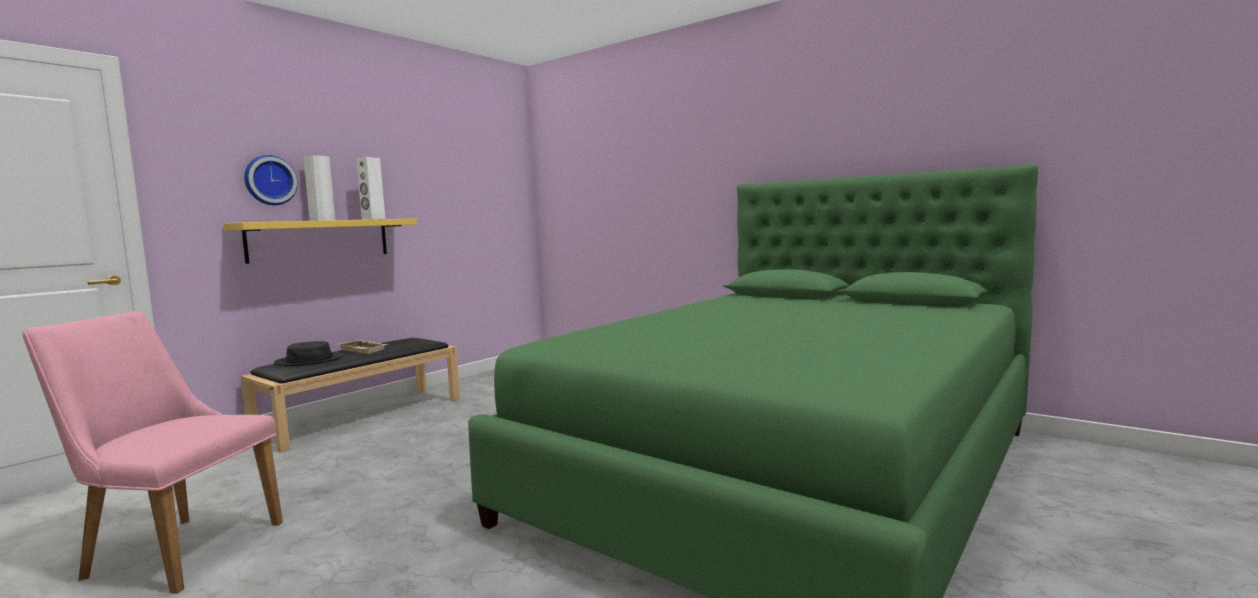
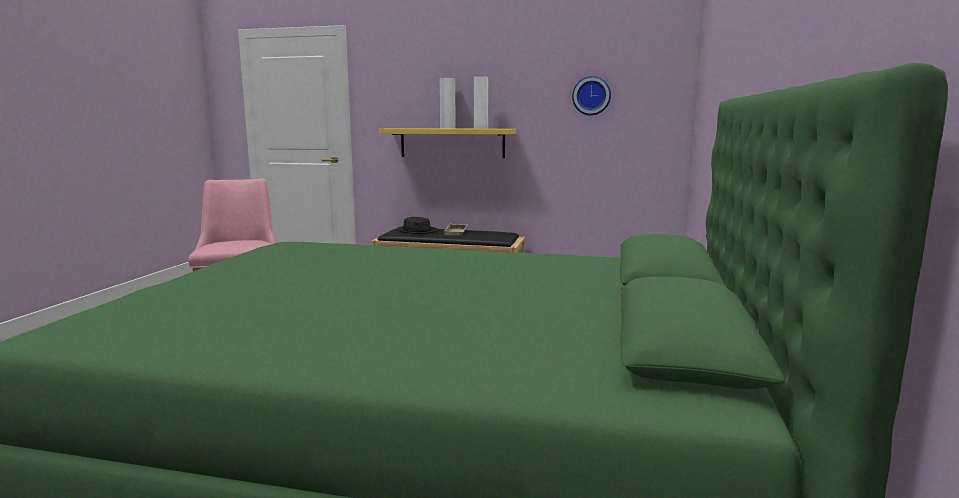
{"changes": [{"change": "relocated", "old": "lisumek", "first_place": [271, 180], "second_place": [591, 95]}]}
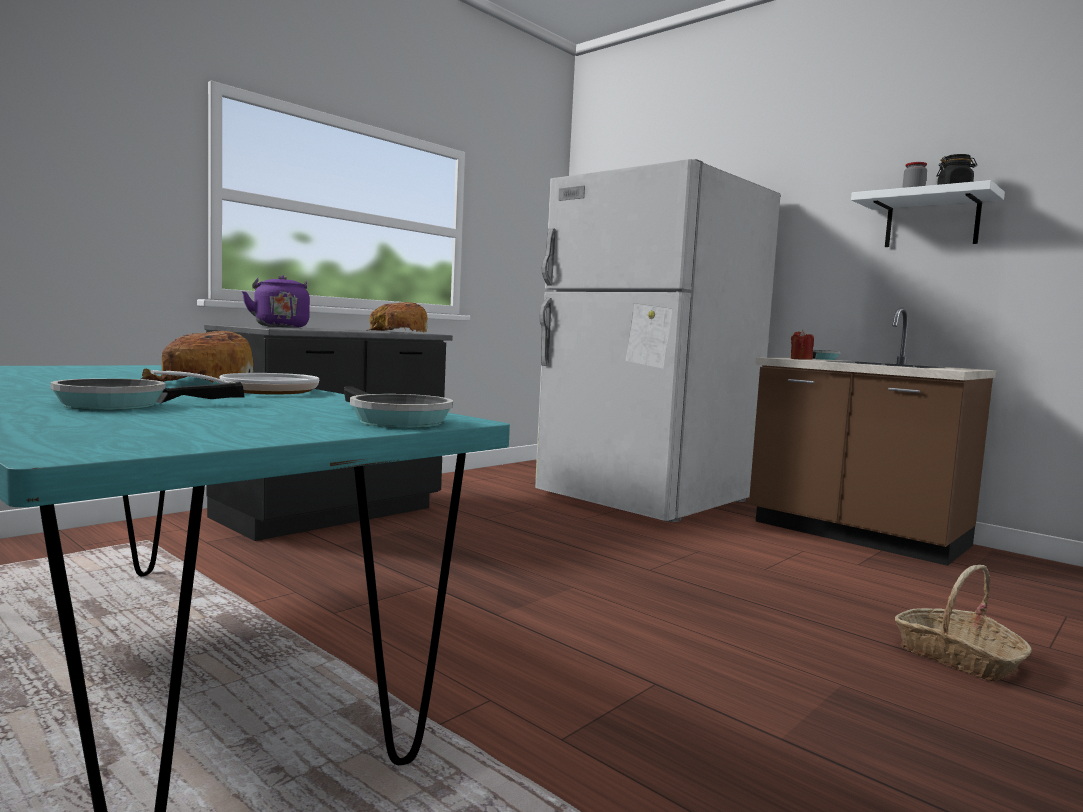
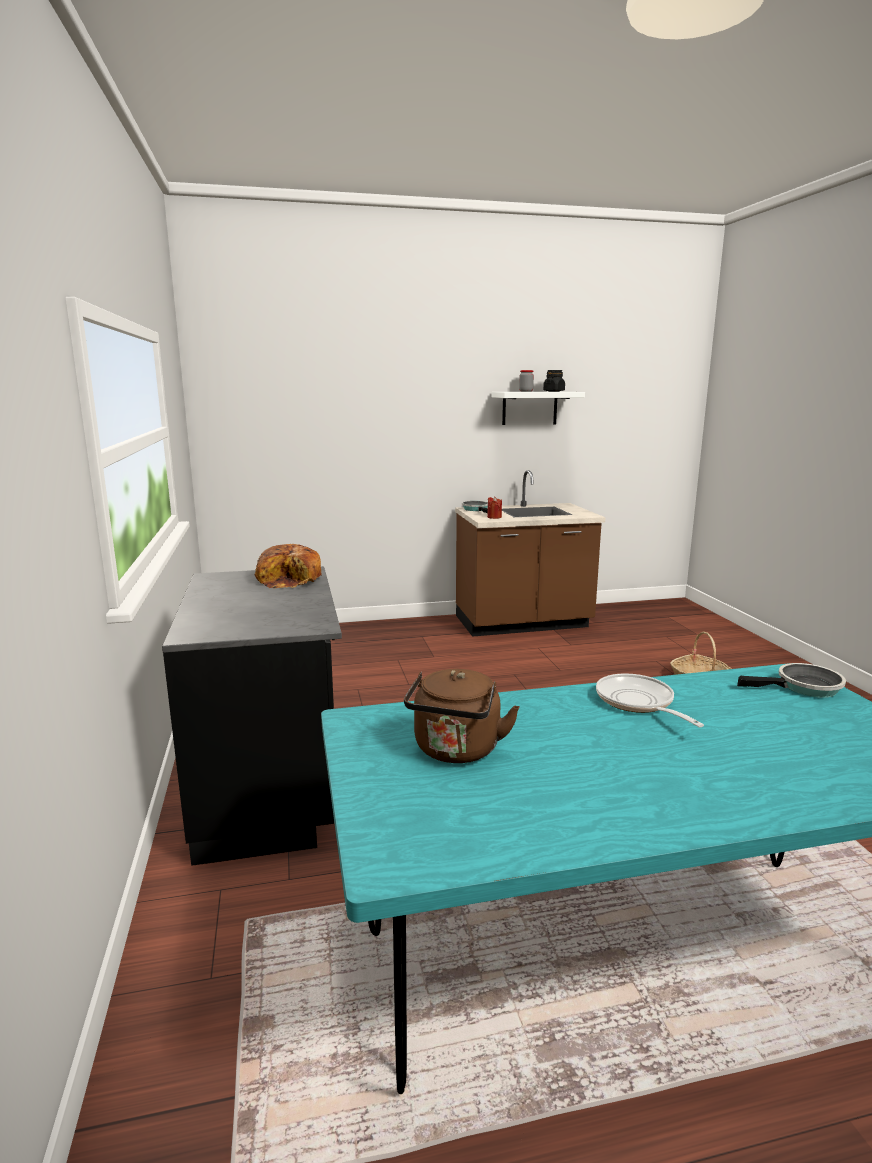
{"changes": [{"change": "appeared", "new": "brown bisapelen", "second_place": [462, 716]}, {"change": "missing", "old": "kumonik", "first_place": [148, 394]}, {"change": "missing", "old": "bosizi", "first_place": [197, 357]}, {"change": "missing", "old": "purple bisapelen", "first_place": [276, 301]}, {"change": "missing", "old": "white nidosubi", "first_place": [658, 340]}]}
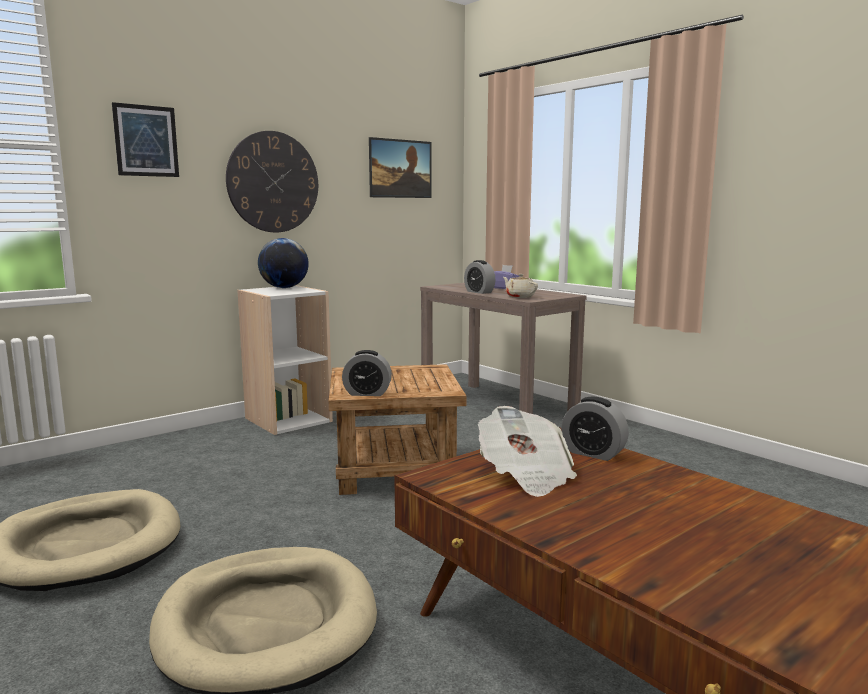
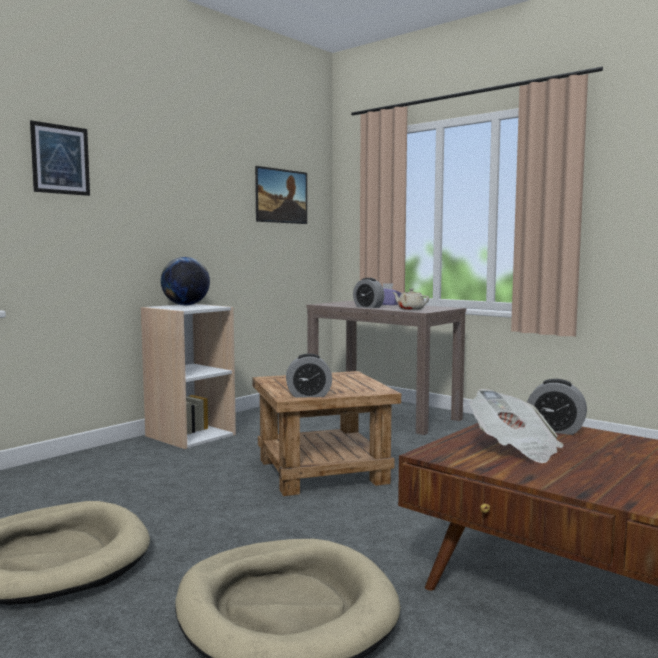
{"changes": [{"change": "missing", "old": "lisumek", "first_place": [272, 181]}]}
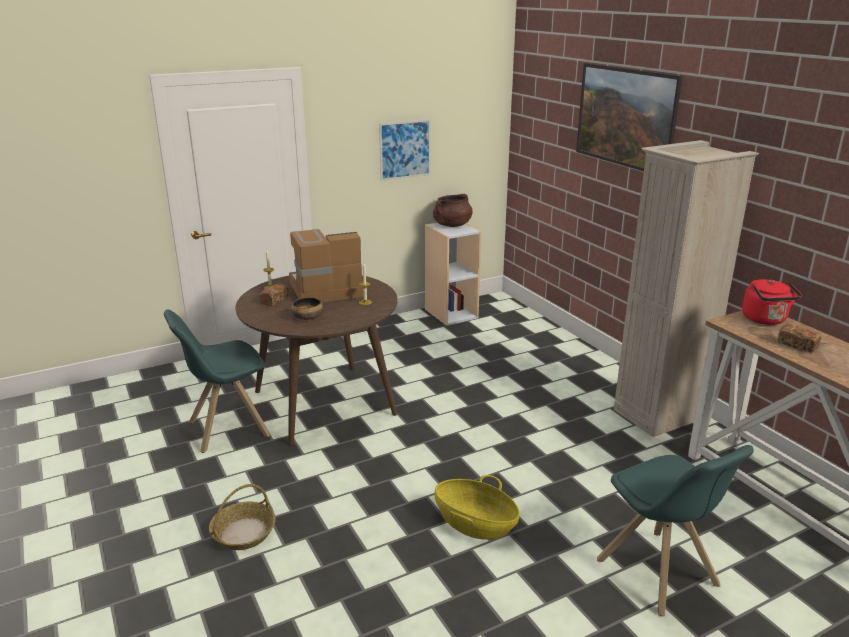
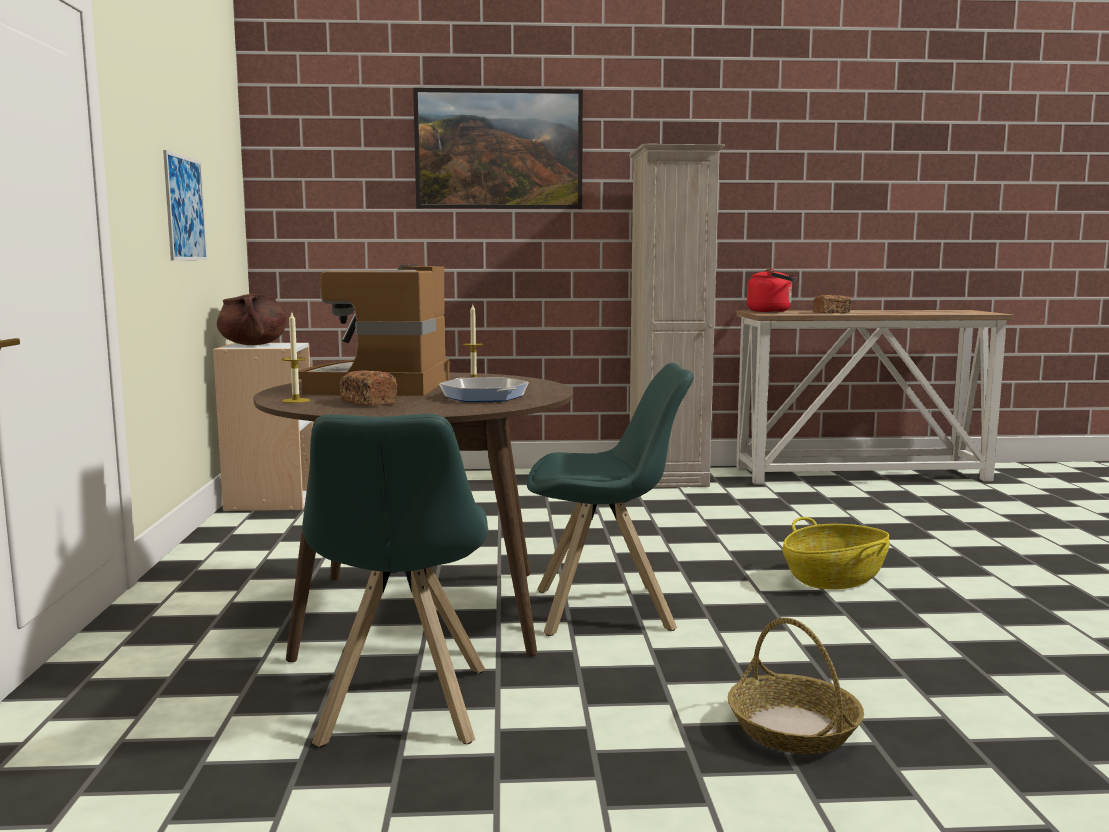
{"changes": [{"change": "exchanged", "old": "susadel", "new": "kumonik", "first_place": [307, 308], "second_place": [484, 389]}, {"change": "relocated", "old": "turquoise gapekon", "first_place": [675, 530], "second_place": [610, 499]}]}
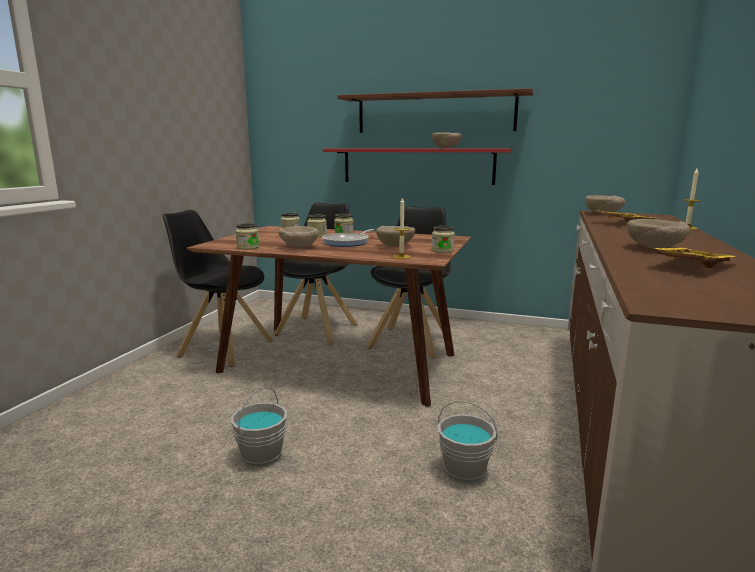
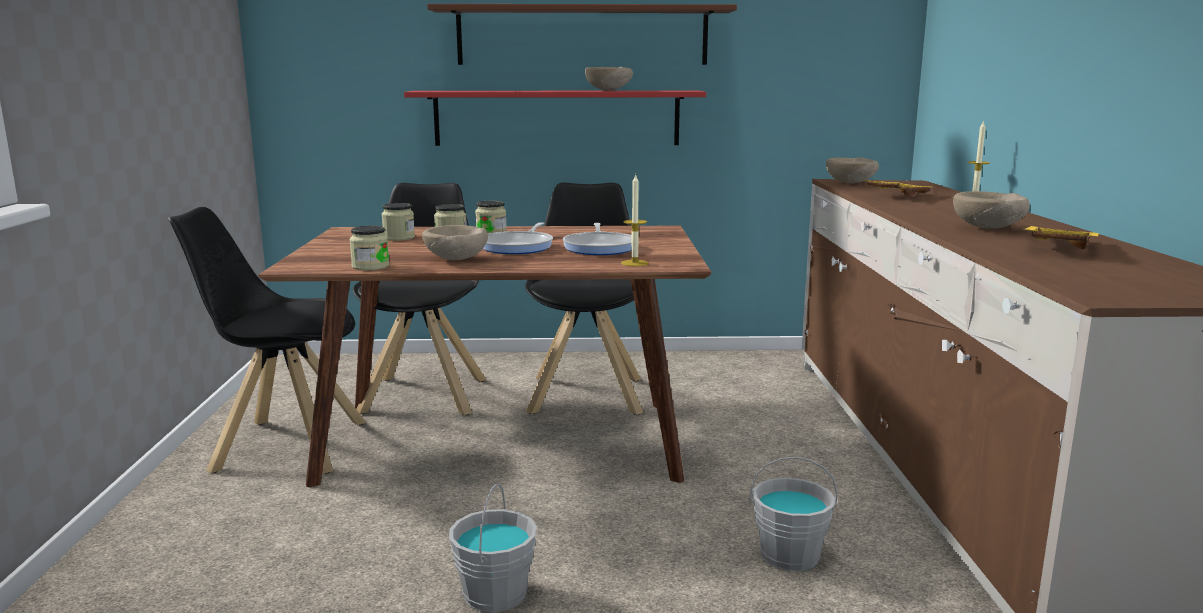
{"changes": [{"change": "exchanged", "old": "beige susadel", "new": "kumonik", "first_place": [395, 236], "second_place": [597, 239]}, {"change": "missing", "old": "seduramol", "first_place": [443, 239]}]}
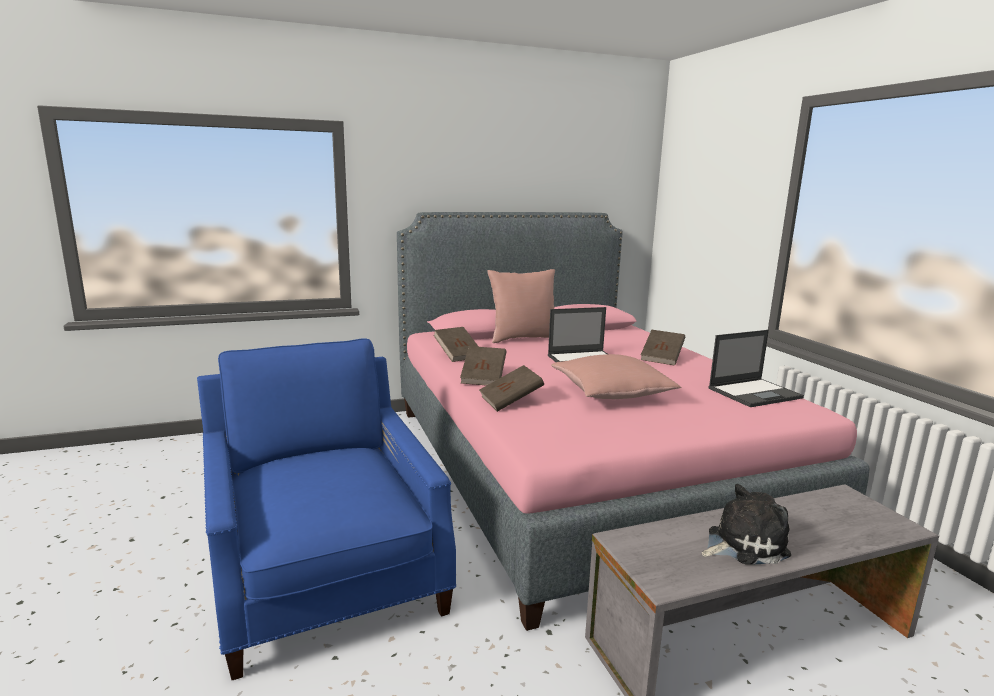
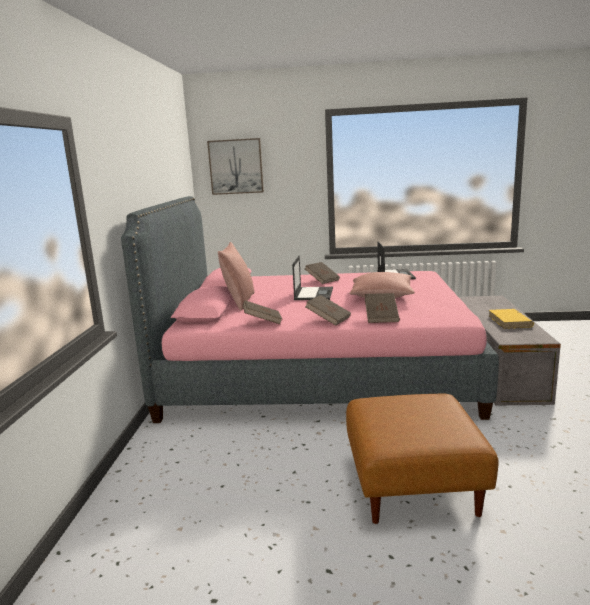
{"changes": [{"change": "appeared", "new": "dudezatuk", "second_place": [235, 166]}, {"change": "exchanged", "old": "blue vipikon", "new": "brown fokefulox", "first_place": [326, 509], "second_place": [422, 459]}, {"change": "exchanged", "old": "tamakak", "new": "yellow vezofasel", "first_place": [746, 524], "second_place": [511, 319]}]}
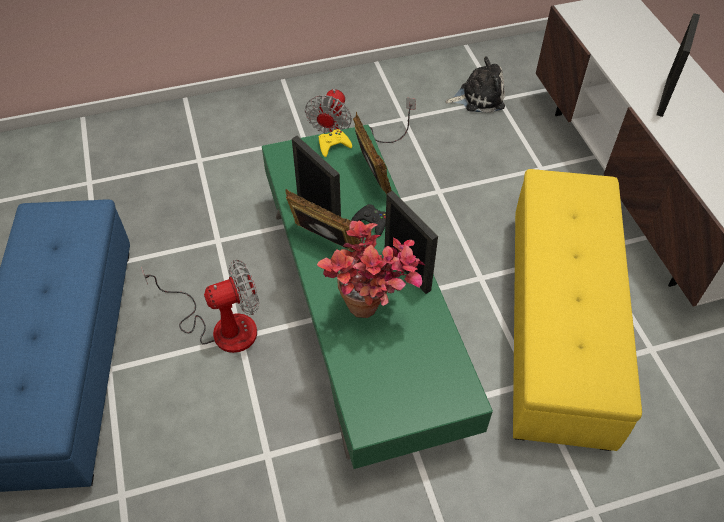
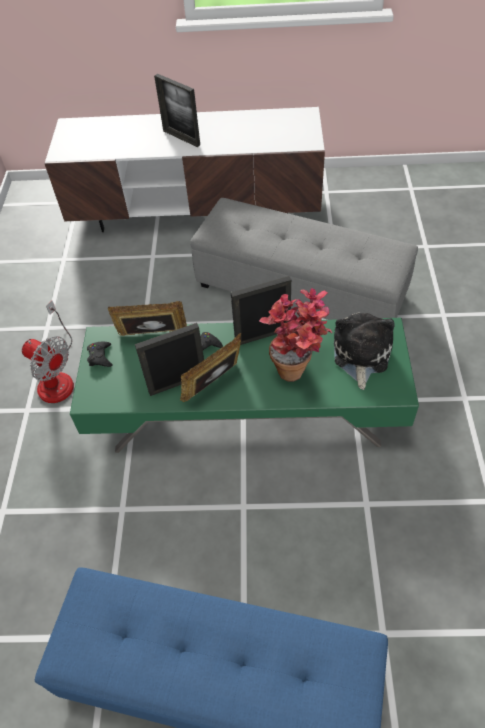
{"changes": [{"change": "colour", "old": "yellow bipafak", "new": "black bipafak", "first_place": [335, 143], "second_place": [100, 354]}, {"change": "colour", "old": "yellow fokefulox", "new": "grey fokefulox", "first_place": [577, 310], "second_place": [304, 259]}, {"change": "relocated", "old": "tamakak", "first_place": [475, 84], "second_place": [364, 351]}, {"change": "missing", "old": "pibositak", "first_place": [200, 306]}]}
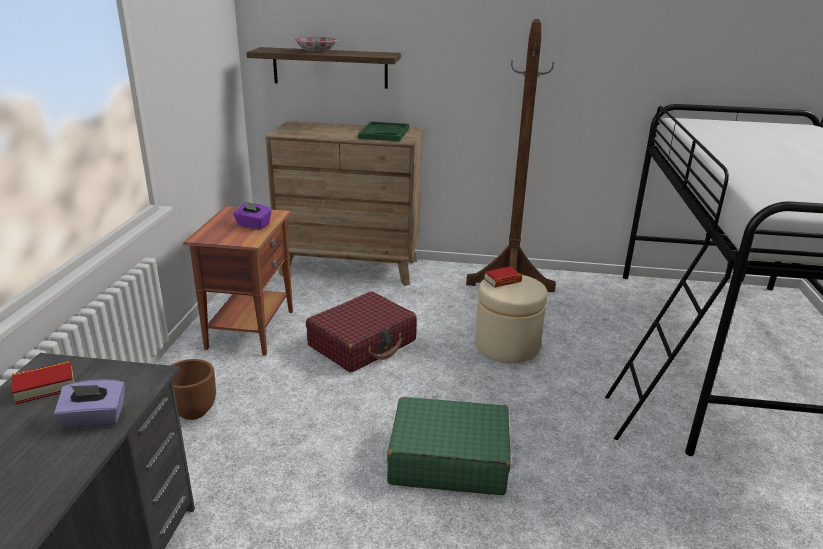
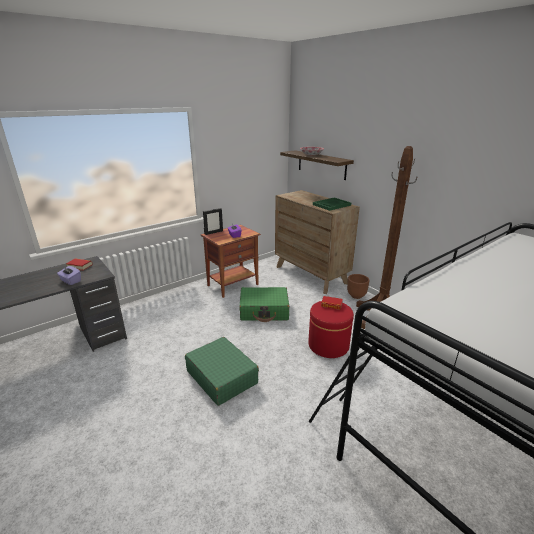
{"changes": [{"change": "appeared", "new": "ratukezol", "second_place": [213, 221]}, {"change": "colour", "old": "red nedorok", "new": "green nedorok", "first_place": [361, 332], "second_place": [264, 304]}, {"change": "colour", "old": "beige fokefulox", "new": "red fokefulox", "first_place": [511, 319], "second_place": [331, 329]}, {"change": "relocated", "old": "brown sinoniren", "first_place": [193, 389], "second_place": [358, 286]}]}
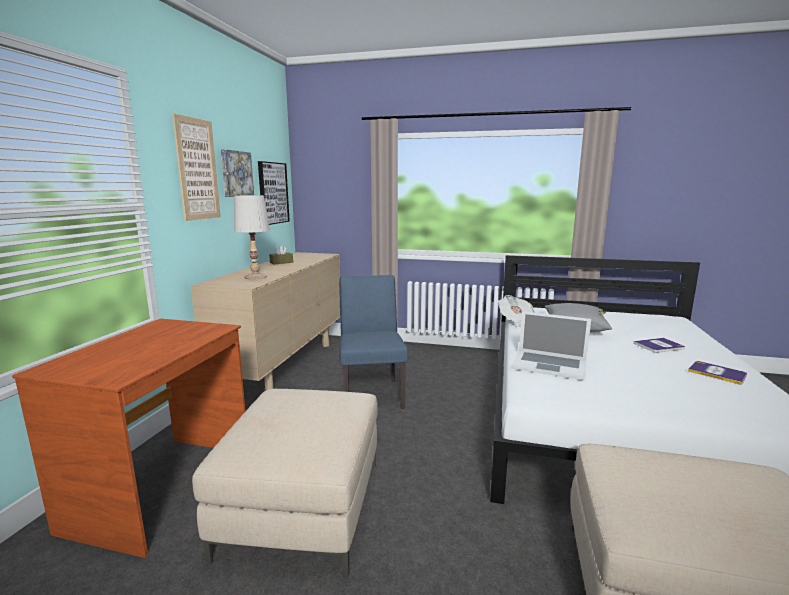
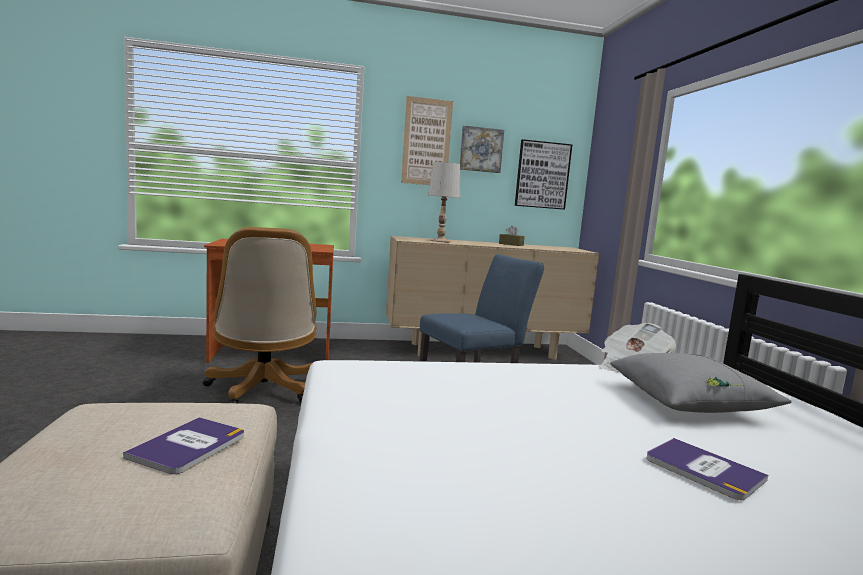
{"changes": [{"change": "relocated", "old": "vezofasel", "first_place": [717, 373], "second_place": [183, 445]}, {"change": "exchanged", "old": "beige fokefulox", "new": "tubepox", "first_place": [285, 483], "second_place": [260, 315]}, {"change": "missing", "old": "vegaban", "first_place": [551, 345]}]}
